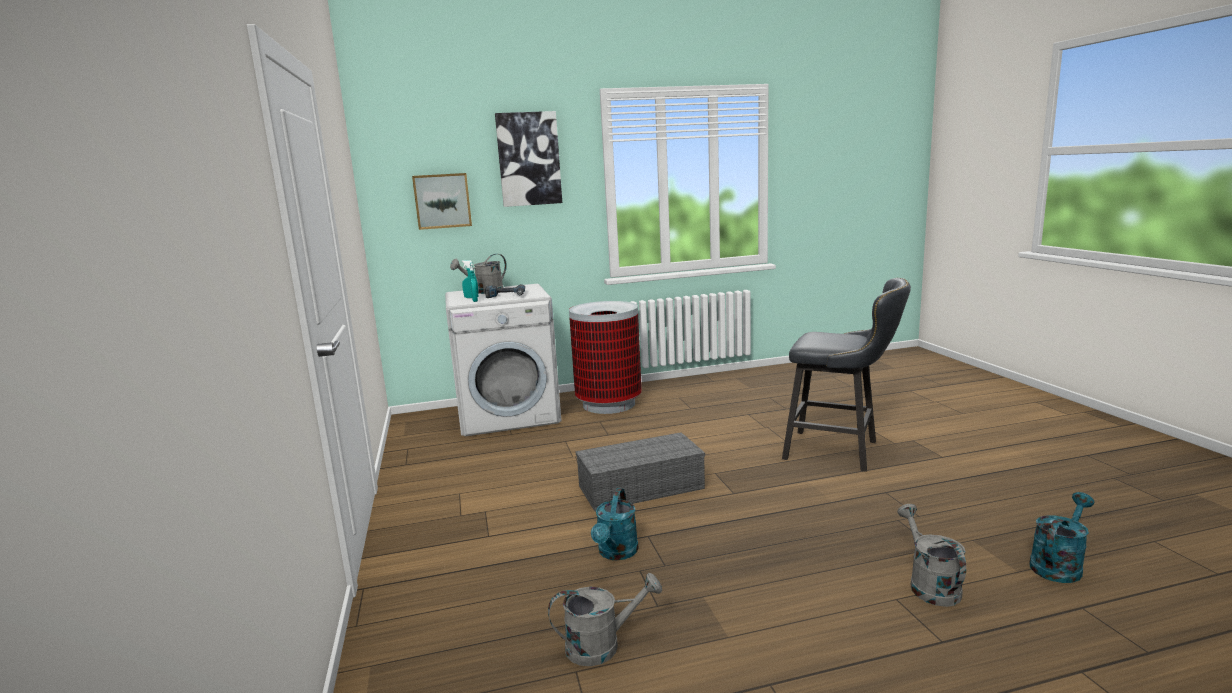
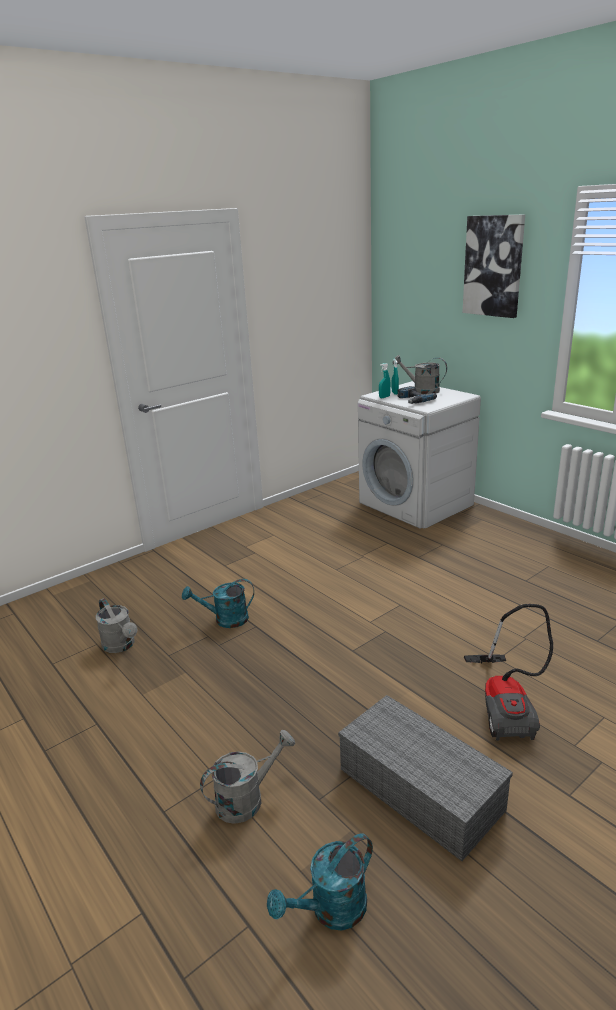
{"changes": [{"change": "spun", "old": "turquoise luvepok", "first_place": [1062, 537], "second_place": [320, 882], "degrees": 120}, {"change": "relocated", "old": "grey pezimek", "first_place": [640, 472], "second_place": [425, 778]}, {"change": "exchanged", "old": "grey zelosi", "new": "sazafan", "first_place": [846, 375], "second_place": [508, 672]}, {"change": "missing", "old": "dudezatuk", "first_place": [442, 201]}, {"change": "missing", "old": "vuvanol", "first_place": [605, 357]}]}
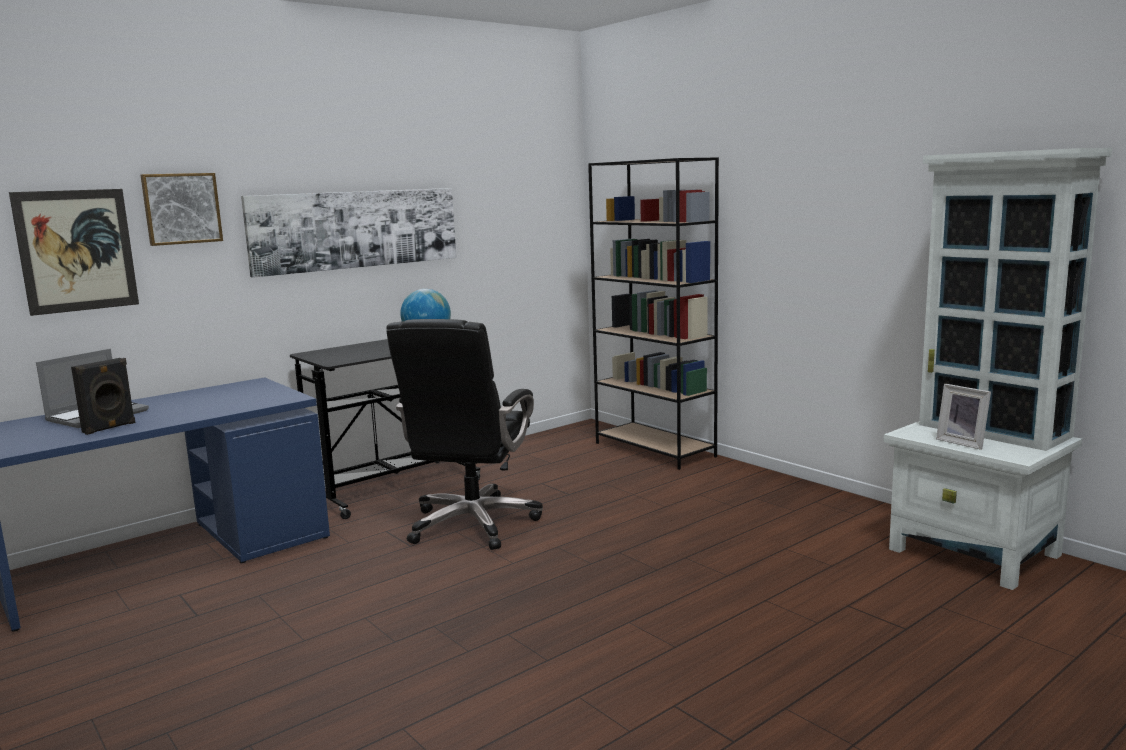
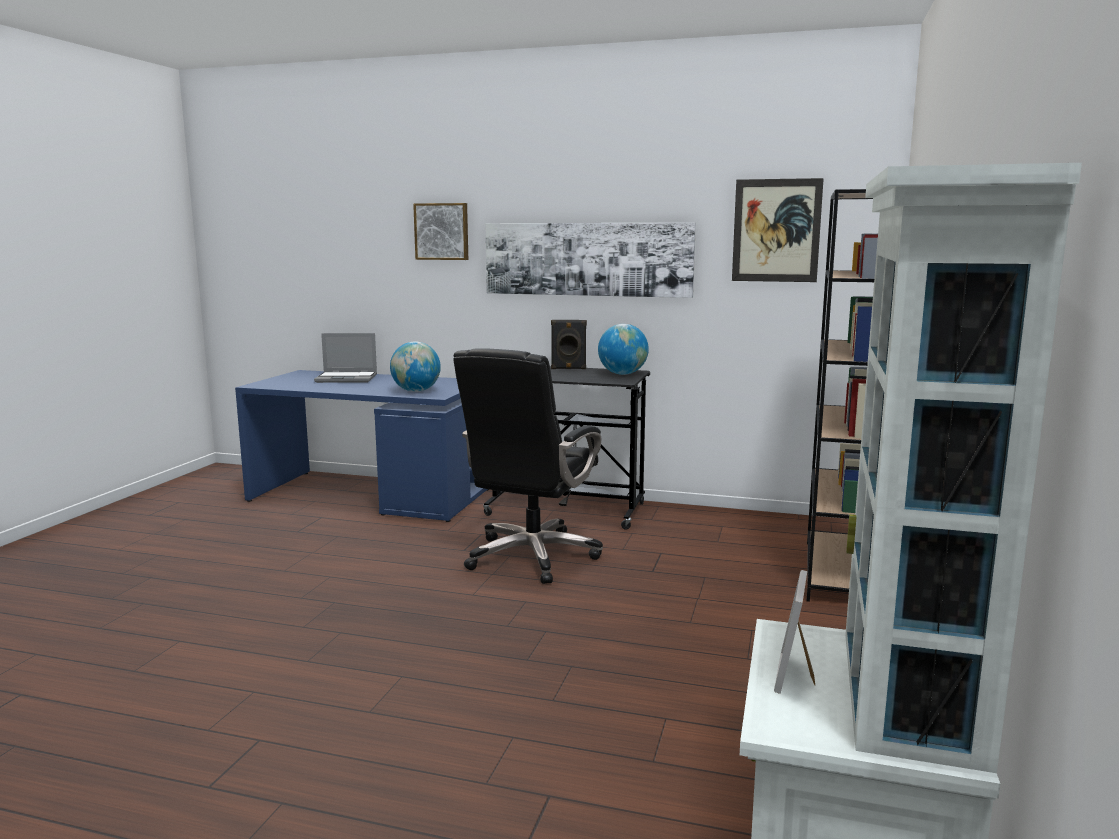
{"changes": [{"change": "appeared", "new": "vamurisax", "second_place": [415, 366]}, {"change": "spun", "old": "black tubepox", "first_place": [464, 434], "second_place": [528, 466], "degrees": -45}, {"change": "relocated", "old": "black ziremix", "first_place": [103, 396], "second_place": [569, 344]}, {"change": "relocated", "old": "dudezatuk", "first_place": [74, 252], "second_place": [778, 230]}]}
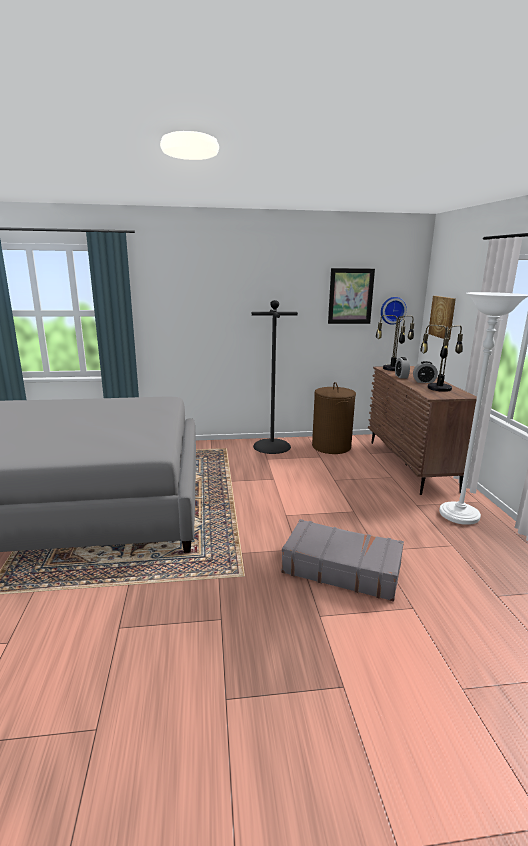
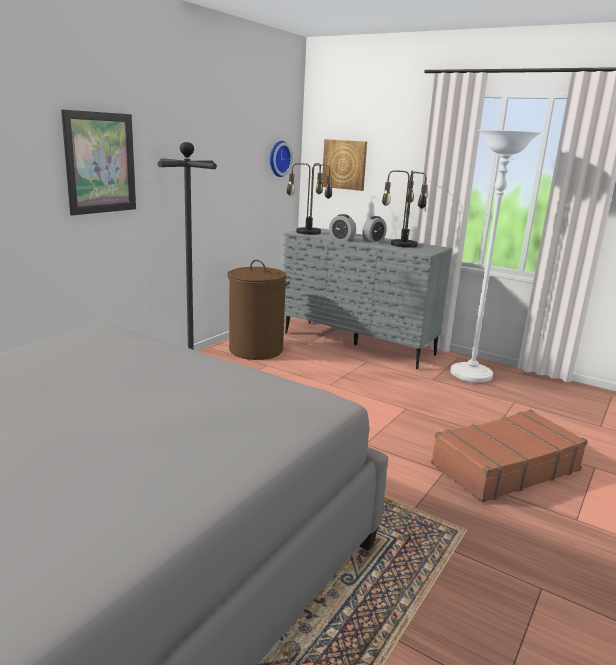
{"changes": [{"change": "relocated", "old": "dudezatuk", "first_place": [351, 296], "second_place": [98, 162]}, {"change": "colour", "old": "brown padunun", "new": "grey padunun", "first_place": [422, 430], "second_place": [368, 298]}, {"change": "colour", "old": "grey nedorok", "new": "brown nedorok", "first_place": [342, 560], "second_place": [509, 456]}]}
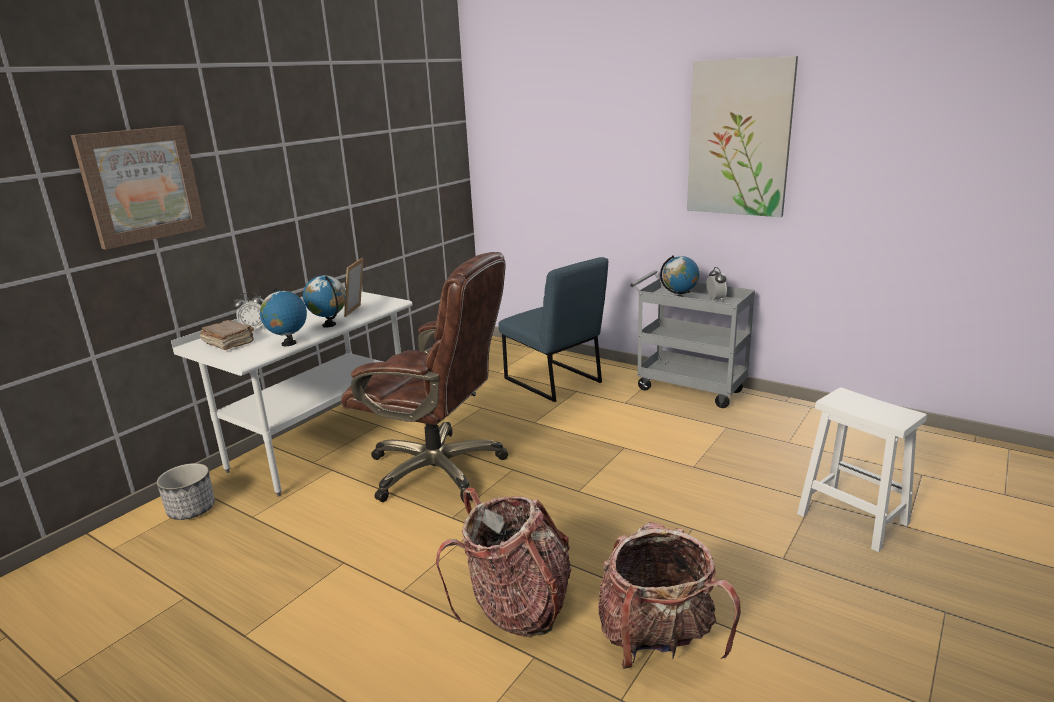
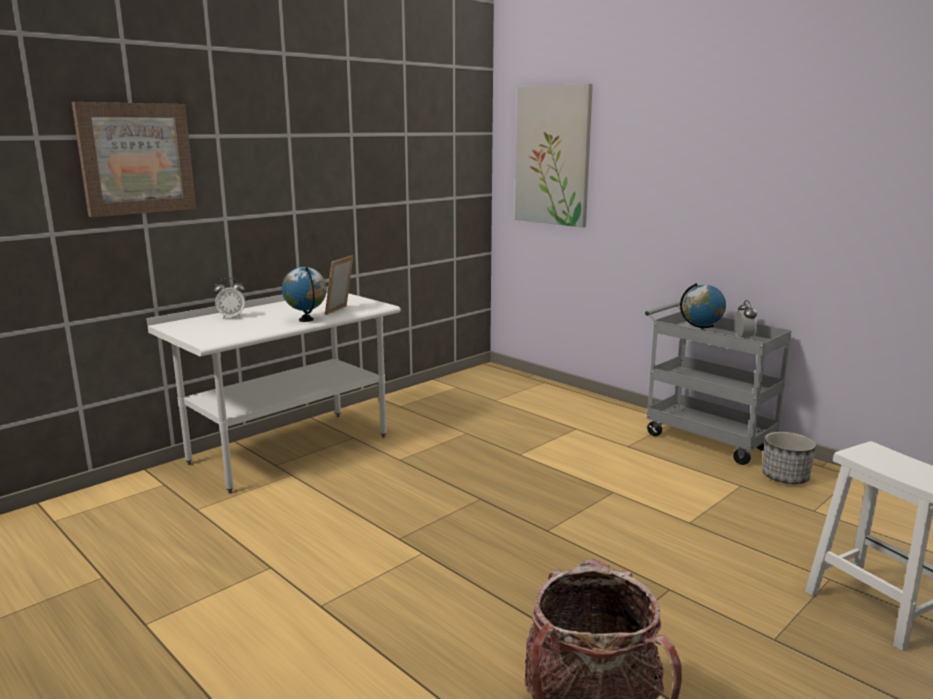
{"changes": [{"change": "relocated", "old": "dudezatuk", "first_place": [742, 136], "second_place": [554, 156]}, {"change": "relocated", "old": "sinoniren", "first_place": [186, 491], "second_place": [789, 458]}, {"change": "missing", "old": "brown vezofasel", "first_place": [227, 335]}, {"change": "missing", "old": "vamurisax", "first_place": [283, 317]}, {"change": "missing", "old": "brown tubepox", "first_place": [424, 377]}, {"change": "missing", "old": "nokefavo", "first_place": [503, 562]}, {"change": "missing", "old": "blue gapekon", "first_place": [553, 329]}]}
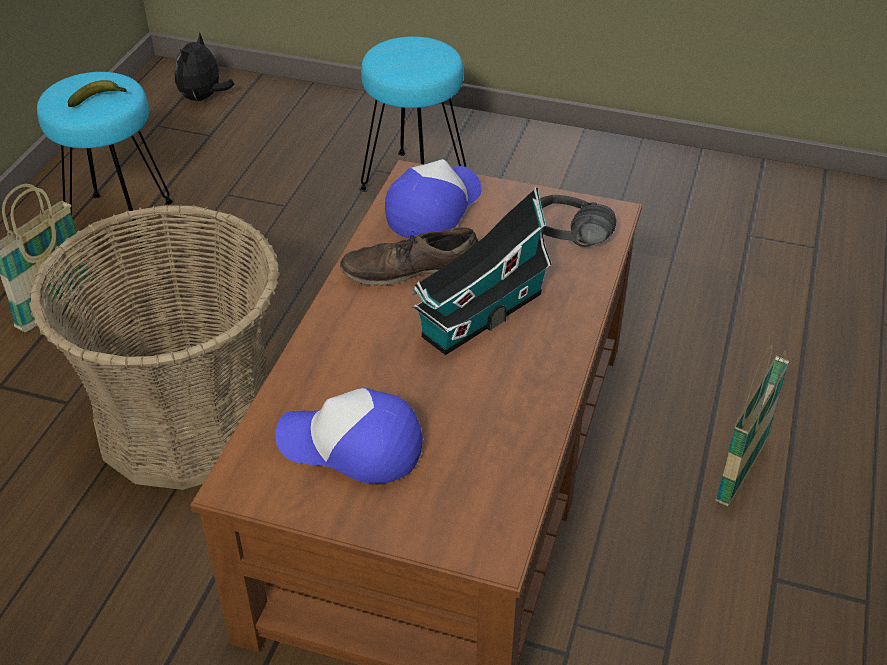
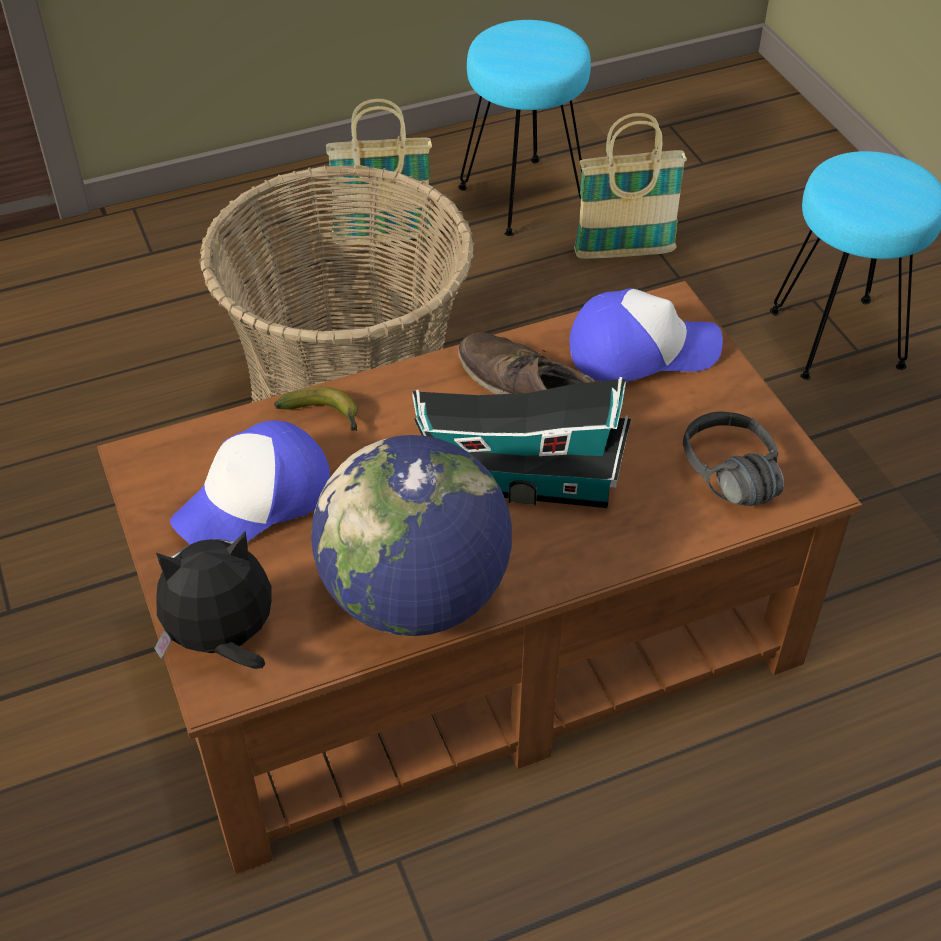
{"changes": [{"change": "relocated", "old": "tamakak", "first_place": [204, 66], "second_place": [213, 600]}, {"change": "spun", "old": "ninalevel", "first_place": [349, 436], "second_place": [250, 482], "degrees": -105}, {"change": "relocated", "old": "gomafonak", "first_place": [97, 93], "second_place": [316, 409]}, {"change": "appeared", "new": "vamurisax", "second_place": [411, 535]}, {"change": "relocated", "old": "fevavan", "first_place": [752, 426], "second_place": [630, 186]}]}
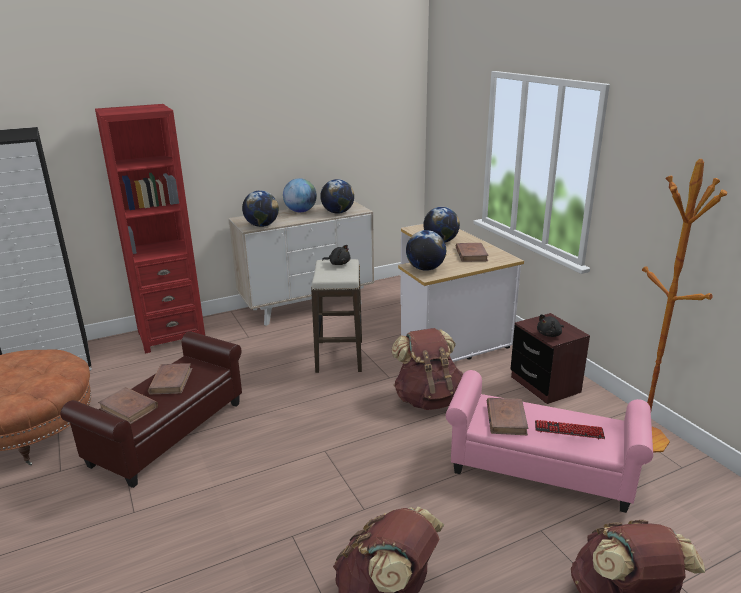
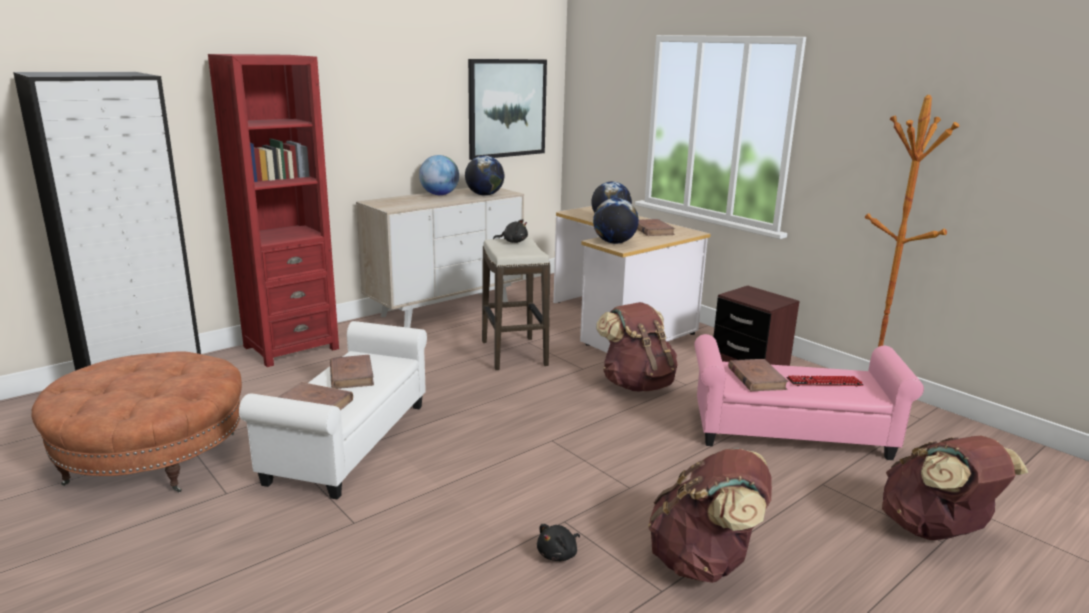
{"changes": [{"change": "colour", "old": "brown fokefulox", "new": "white fokefulox", "first_place": [151, 409], "second_place": [333, 410]}, {"change": "appeared", "new": "dudezatuk", "second_place": [507, 109]}, {"change": "relocated", "old": "black tamakak", "first_place": [550, 325], "second_place": [558, 542]}, {"change": "missing", "old": "vamurisax", "first_place": [260, 208]}]}
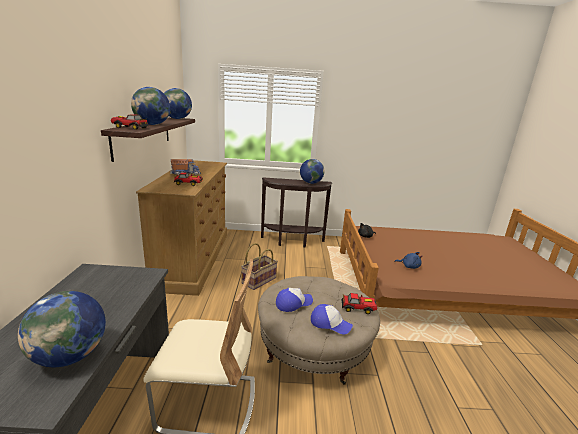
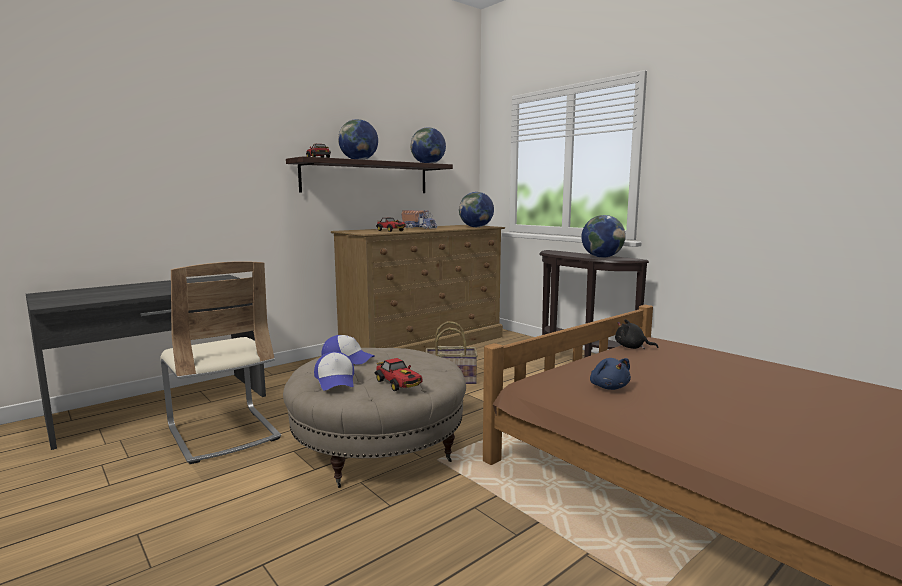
{"changes": [{"change": "relocated", "old": "vamurisax", "first_place": [62, 329], "second_place": [476, 209]}]}
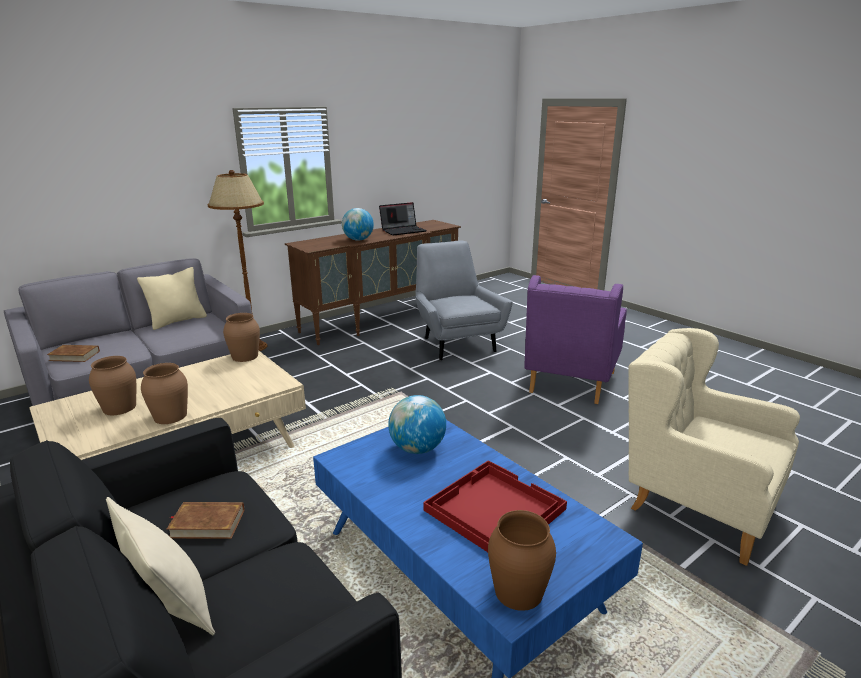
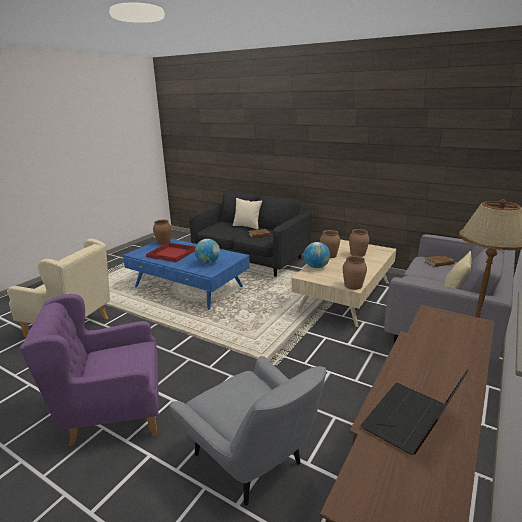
{"changes": [{"change": "spun", "old": "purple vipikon", "first_place": [575, 339], "second_place": [89, 370], "degrees": -105}, {"change": "relocated", "old": "vamurisax", "first_place": [358, 224], "second_place": [317, 255]}]}
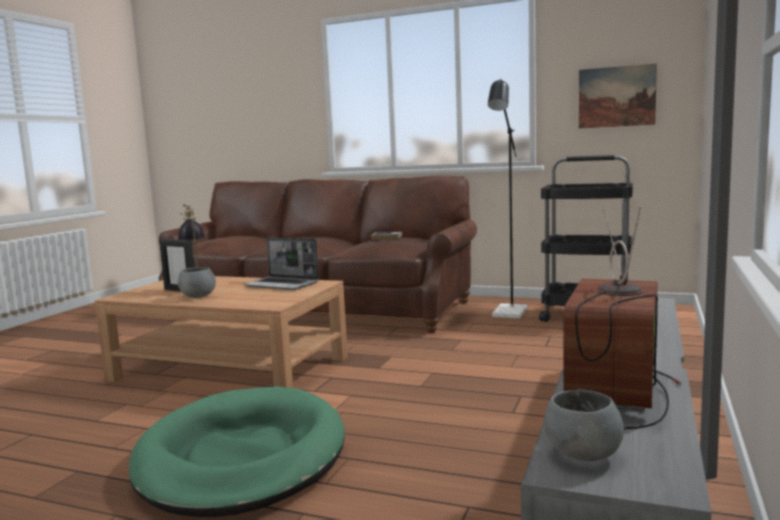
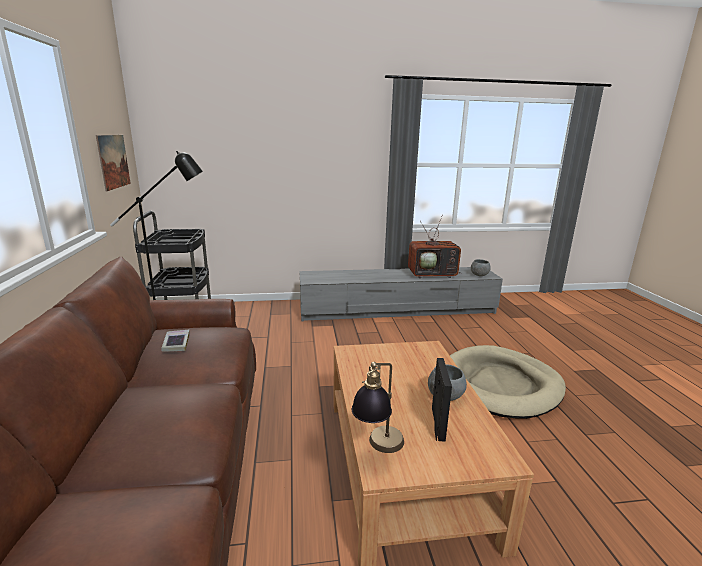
{"changes": [{"change": "colour", "old": "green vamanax", "new": "beige vamanax", "first_place": [237, 451], "second_place": [508, 382]}, {"change": "missing", "old": "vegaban", "first_place": [281, 263]}]}
